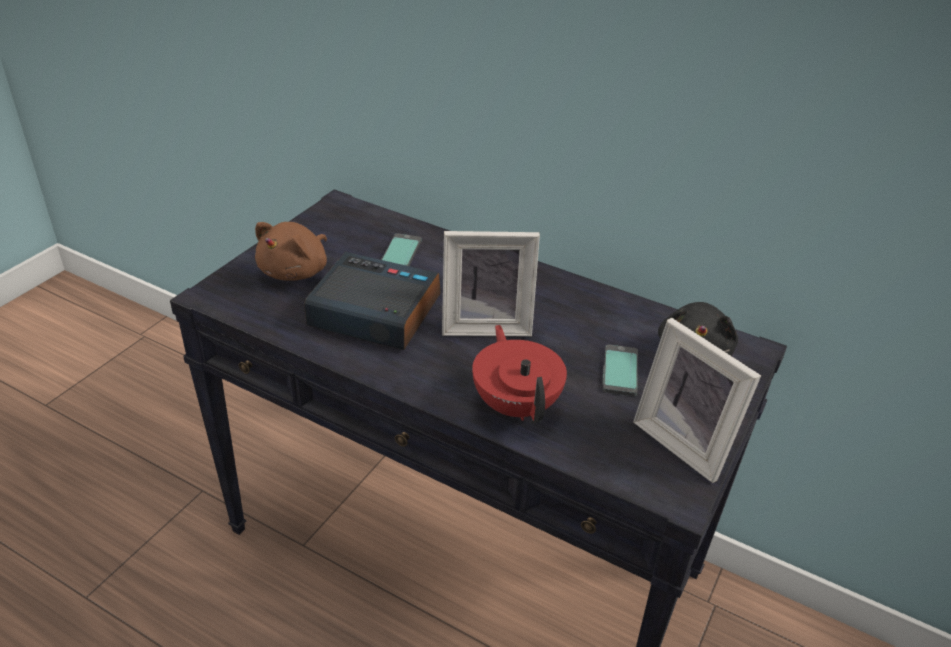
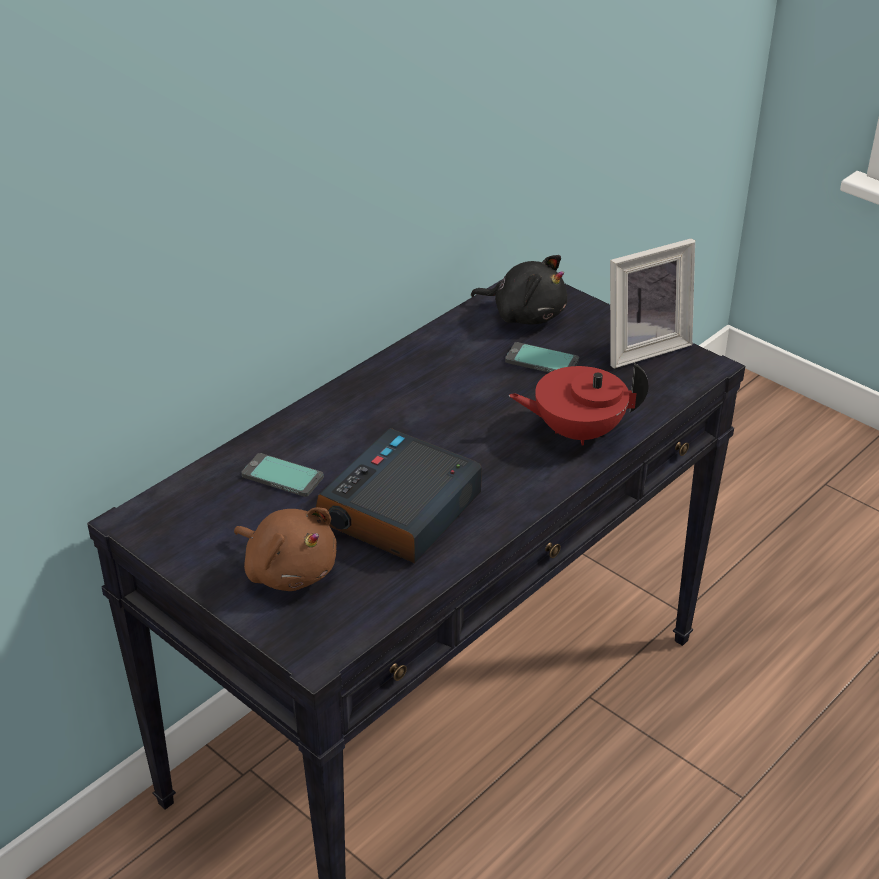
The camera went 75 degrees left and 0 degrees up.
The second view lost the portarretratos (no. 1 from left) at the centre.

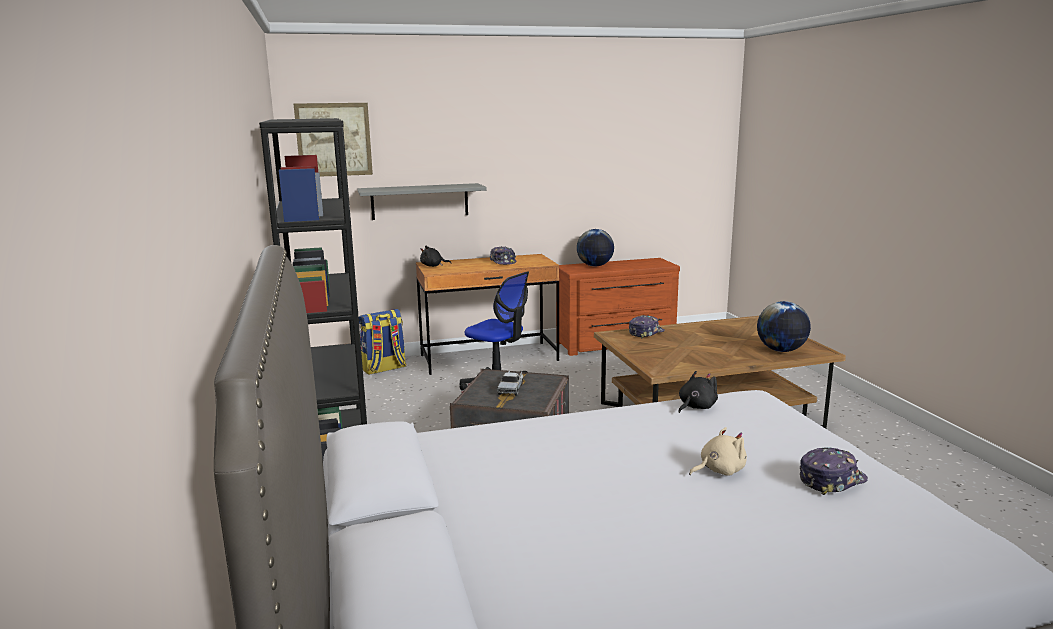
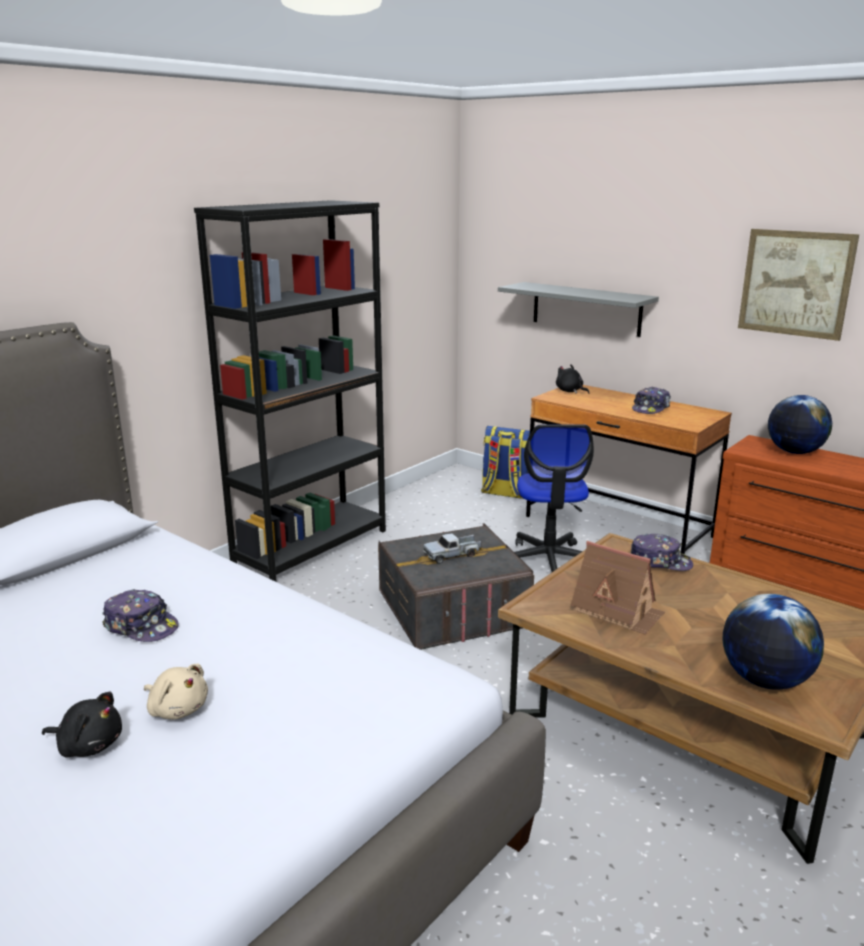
The camera went 55 degrees right and 5 degrees up.
The second view gained the casita at the middle right.
The cuadro ended up elsewhere, having gone from the top left to the top right.
The peluche [negro] (no. 2 from left in the first image) ended up elsewhere, having gone from the centre to the bottom left.
The gorra (no. 3 from left in the first image) ended up elsewhere, having gone from the bottom right to the middle left.

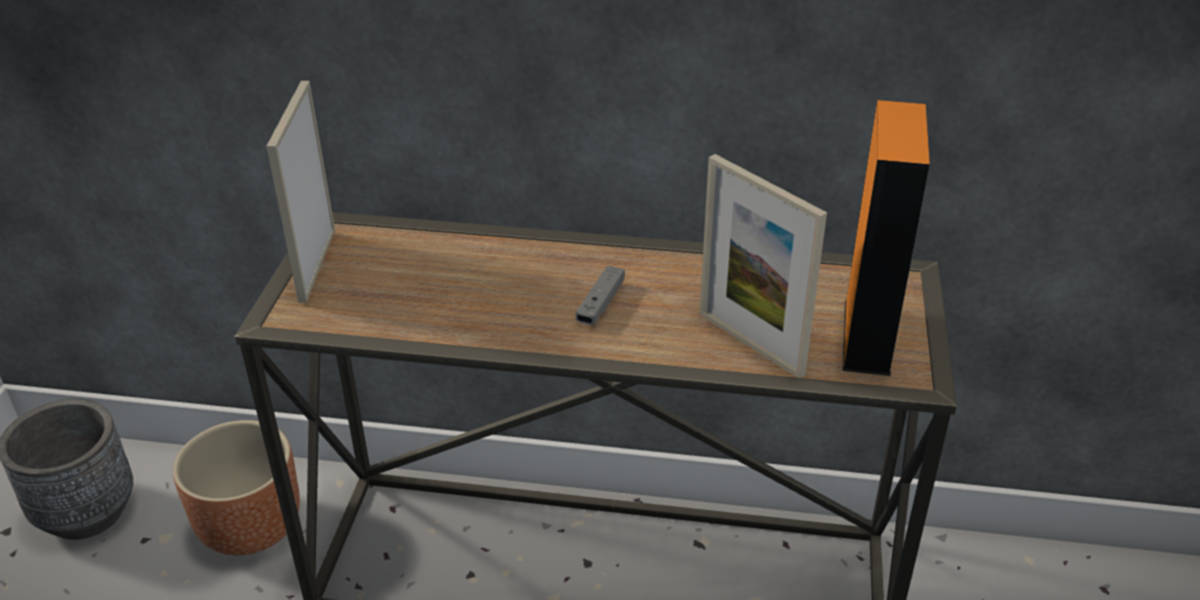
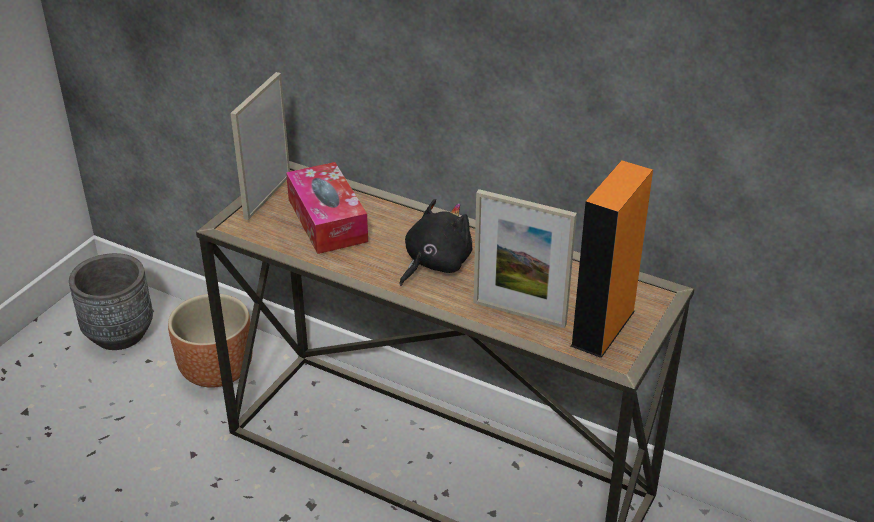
The camera went 20 degrees right and 0 degrees up.
The second view gained the caja de pañuelos at the centre.
Where the mando de consola [gris] stood at the centre, the peluche [negro] came to stand at the centre.
The portarretratos (no. 2 from left) at the centre ended up facing another way, 45 degrees counterclockwise from before.

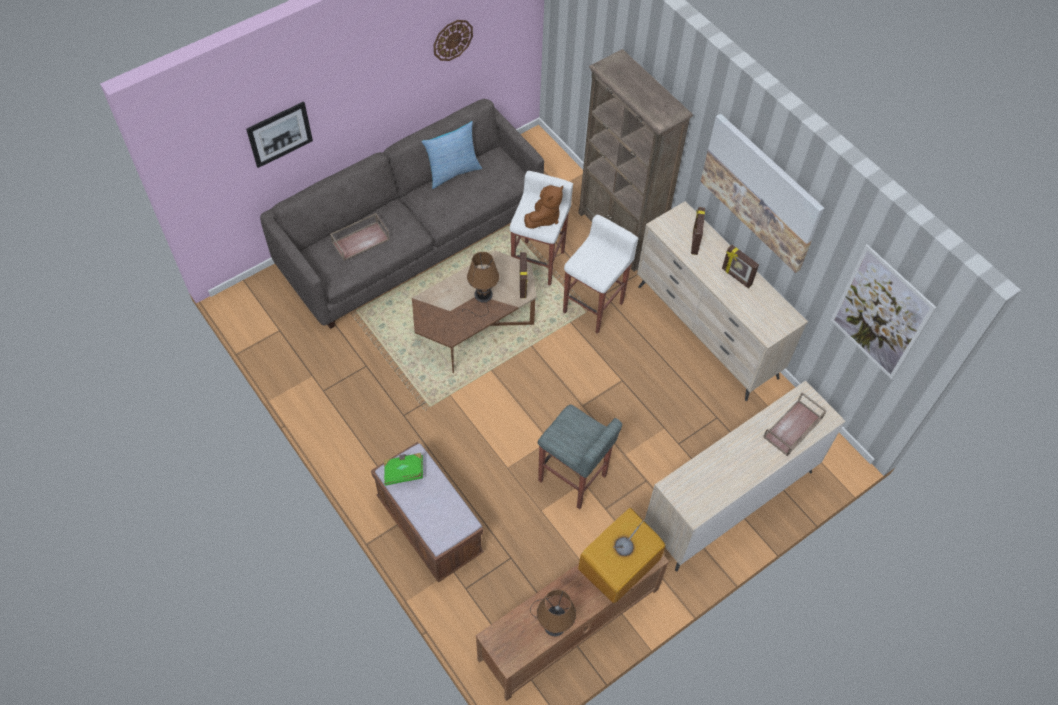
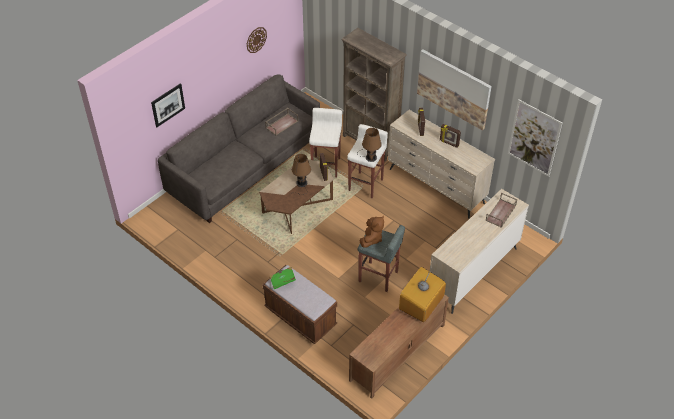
The camera went 10 degrees left and 10 degrees down.
The second view lost the cojín at the top centre.
The bandeja [marrón] (no. 1 from left) ended up elsewhere, having gone from the centre to the top centre.
The peluche [marrón] ended up elsewhere, having gone from the top centre to the centre.
The lámpara de mesa [marrón] (no. 2 from left) ended up elsewhere, having gone from the bottom centre to the centre.

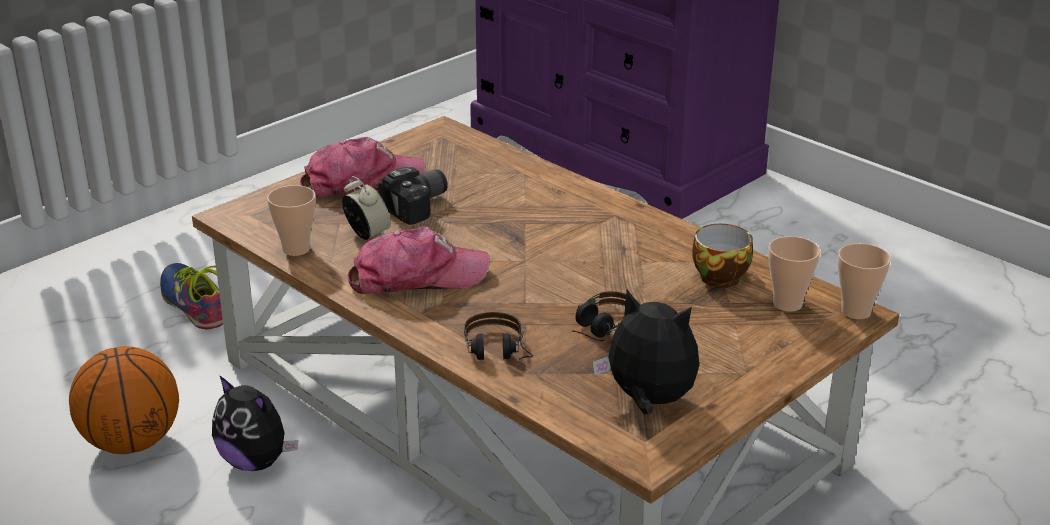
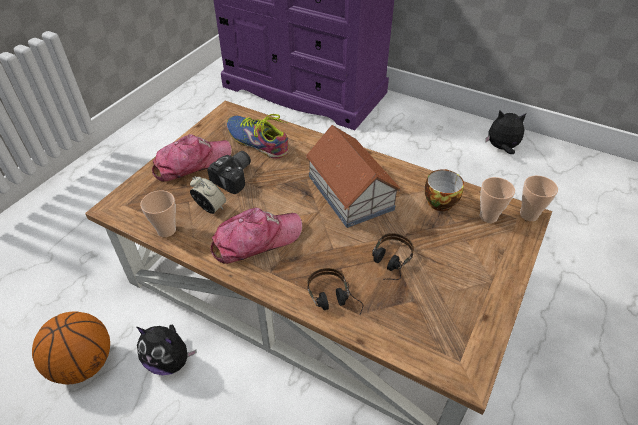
The camera went 15 degrees left and 15 degrees up.
The second view gained the casita at the centre.
The zapato ended up elsewhere, having gone from the middle left to the top centre.
The peluche (no. 2 from left) ended up elsewhere, having gone from the bottom centre to the top right.

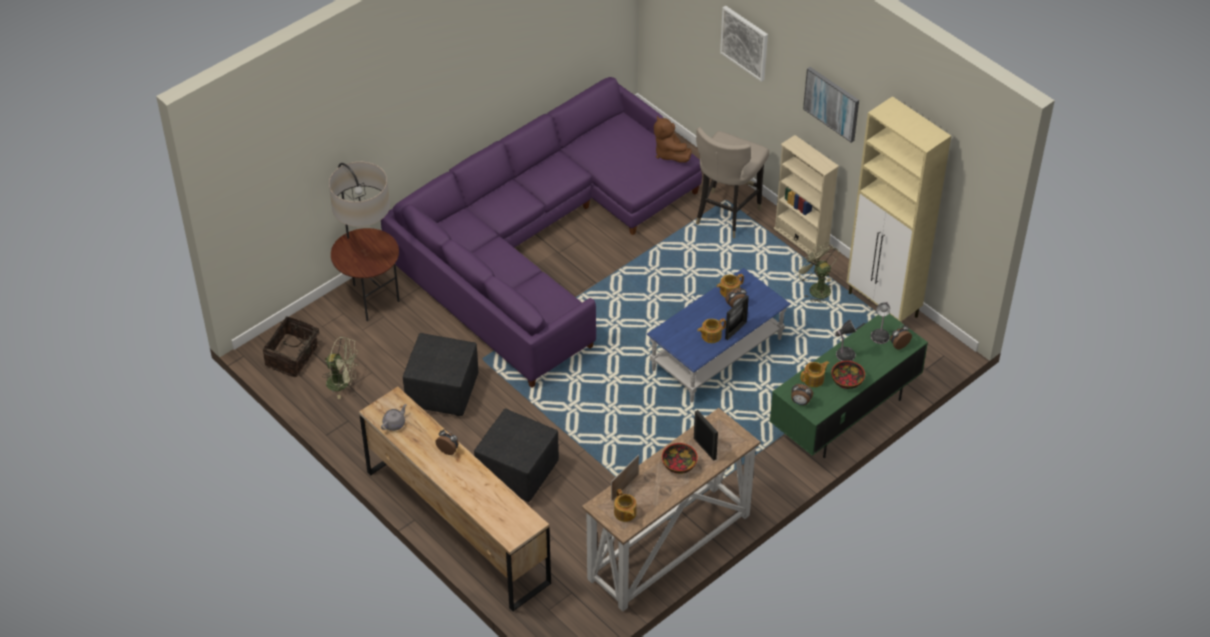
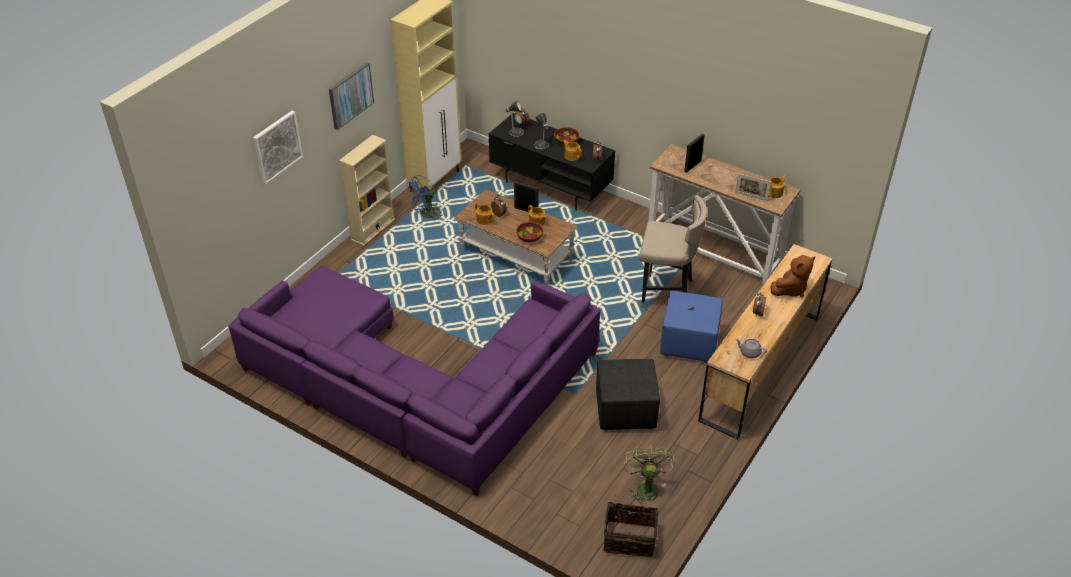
The camera went 105 degrees left and 5 degrees down.
The second view lost the lámpara de pie at the middle left.
The peluche [marrón] ended up elsewhere, having gone from the top centre to the middle right.
The cuenco (no. 1 from left) ended up elsewhere, having gone from the bottom centre to the centre.
The taburete [beis] ended up elsewhere, having gone from the top centre to the centre.
What was the puf [negro] (no. 2 from left) at the bottom centre turned into the puf [azul] at the centre.
What was the mesa de centro [azul] at the centre turned into the mesa de centro [marrón] at the centre.
What was the mueble de televisión [verde] at the middle right turned into the mueble de televisión [negro] at the top centre.
What was the ventilador [verde] (no. 2 from left) at the middle right turned into the ventilador [azul] at the centre.

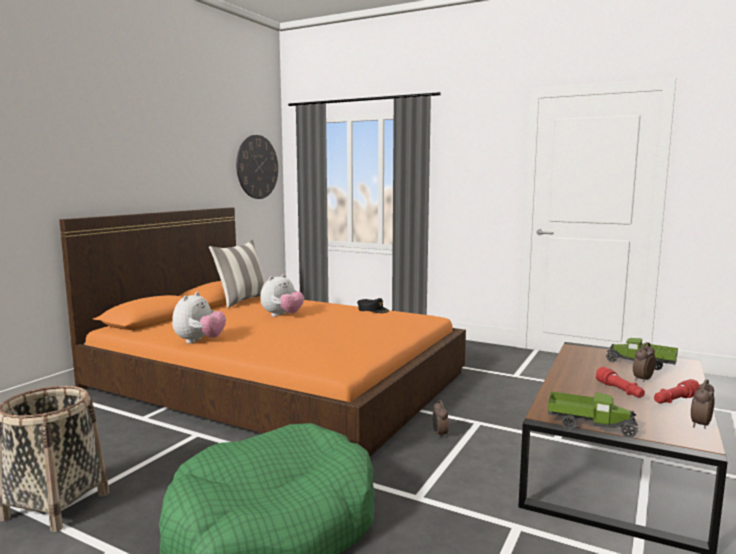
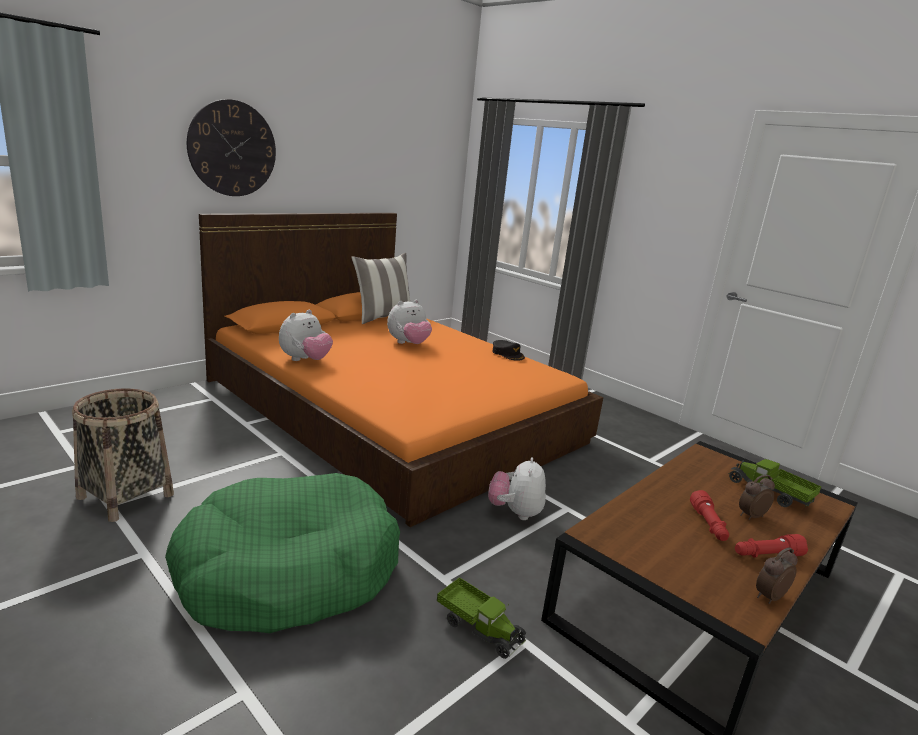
The camera went 15 degrees right and 10 degrees up.
The reloj de pared ended up elsewhere, having gone from the top centre to the top left.
The camión de juguete (no. 1 from left) ended up elsewhere, having gone from the bottom right to the bottom centre.
Where the despertador (no. 1 from left) stood at the bottom centre, the peluche (no. 3 from left) came to stand at the centre.

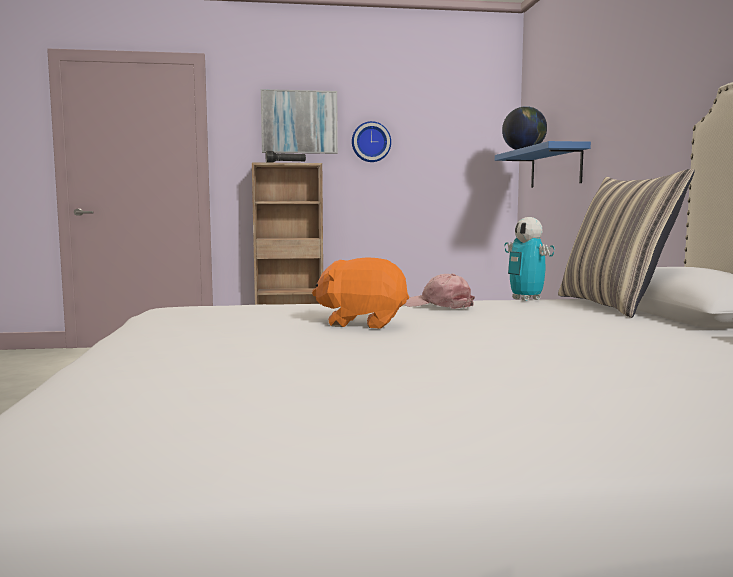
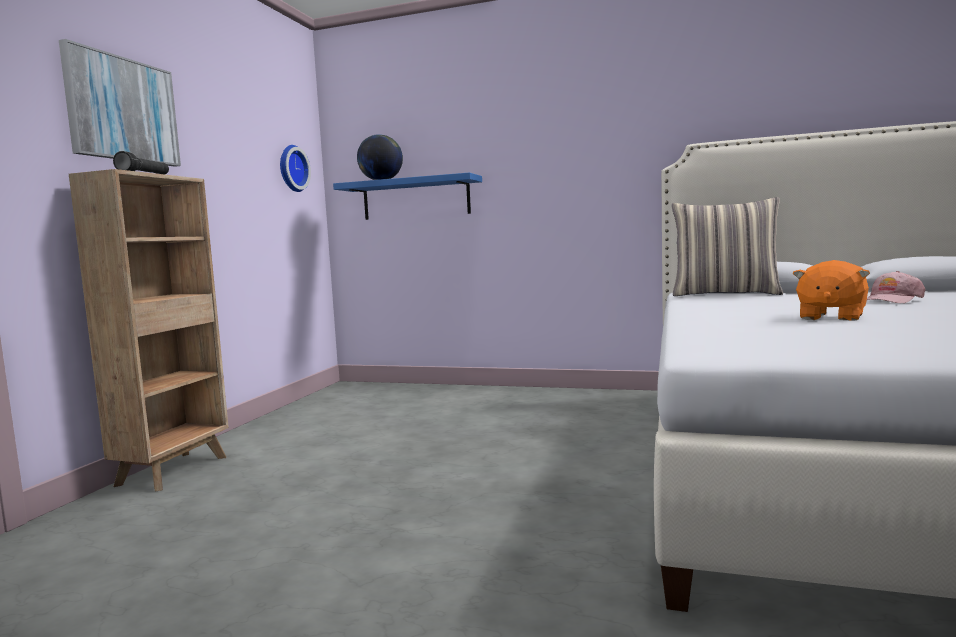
The camera went 65 degrees left and 0 degrees up.
The second view lost the robot de juguete at the middle right.
The reloj de pared ended up elsewhere, having gone from the top centre to the top left.
The gorra [rosa] ended up elsewhere, having gone from the centre to the middle right.

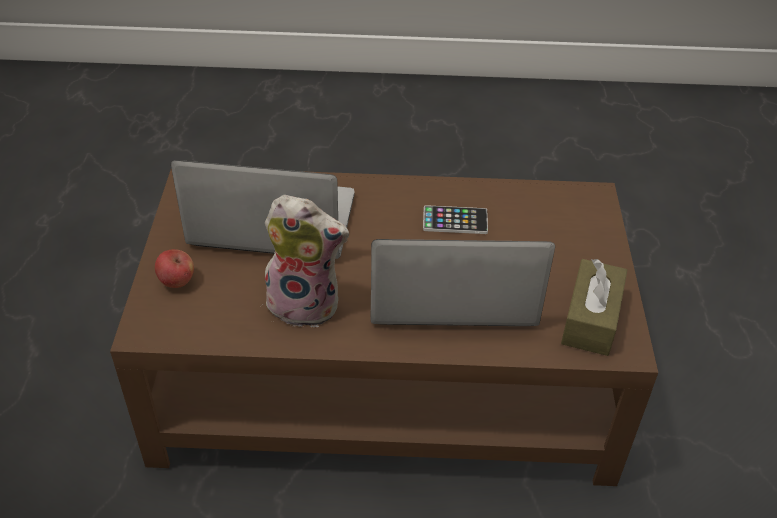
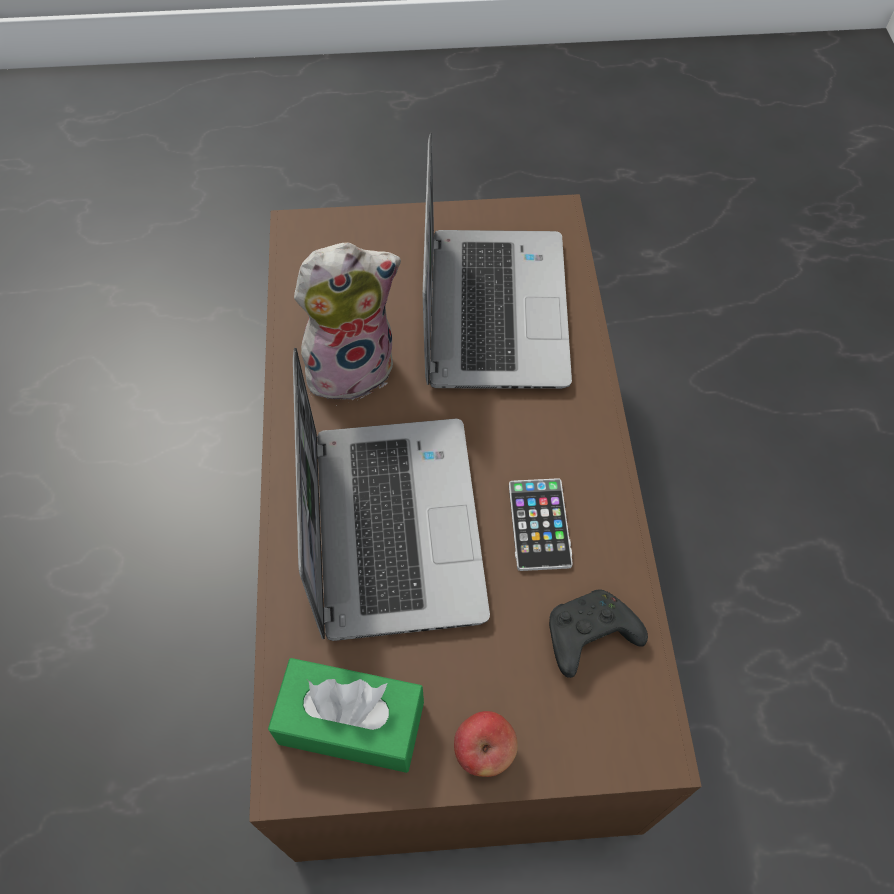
The camera went 85 degrees right and 15 degrees up.
The second view gained the mando de consola [negro] at the bottom right.
The manzana ended up elsewhere, having gone from the middle left to the bottom centre.
What was the caja de pañuelos [marrón] at the middle right turned into the caja de pañuelos [verde] at the bottom centre.
The peluche at the centre ended up facing another way, 120 degrees counterclockwise from before.

